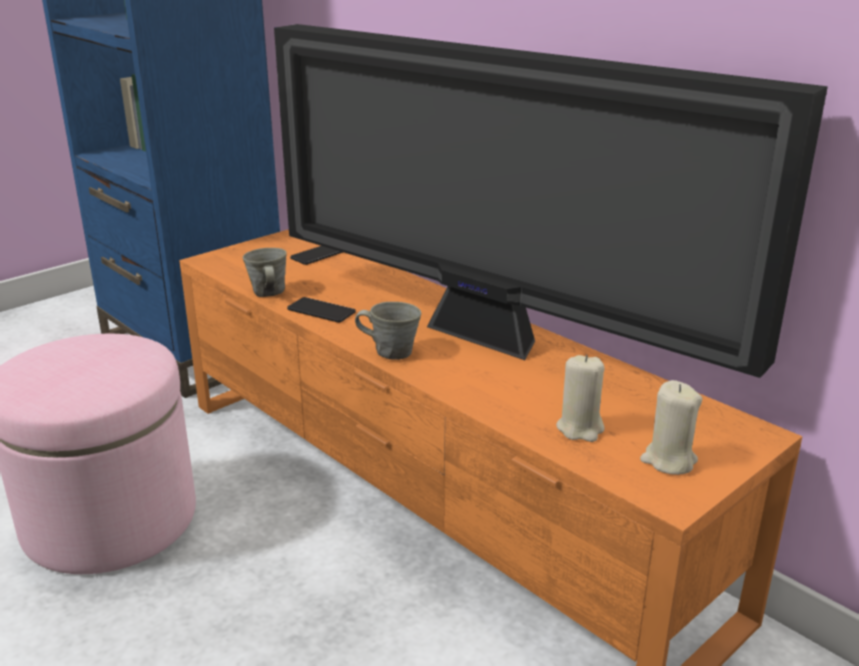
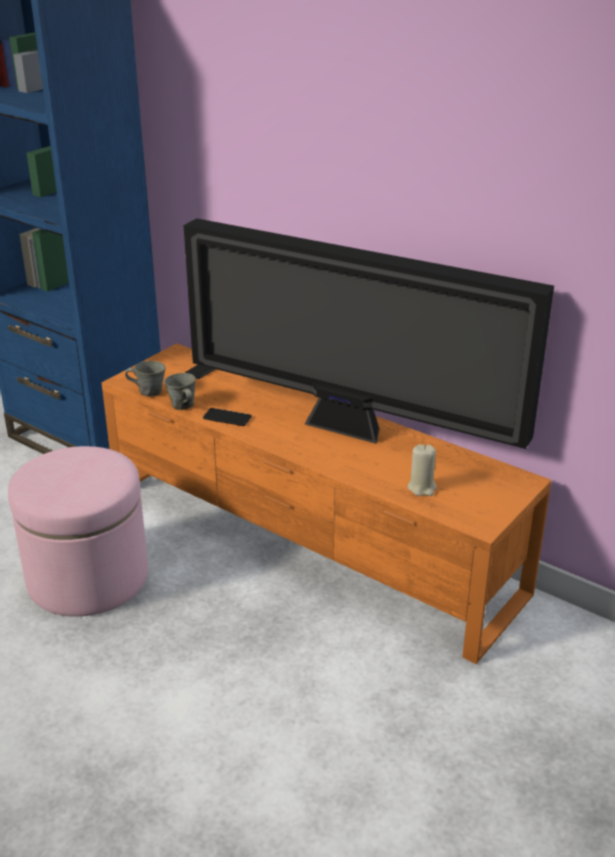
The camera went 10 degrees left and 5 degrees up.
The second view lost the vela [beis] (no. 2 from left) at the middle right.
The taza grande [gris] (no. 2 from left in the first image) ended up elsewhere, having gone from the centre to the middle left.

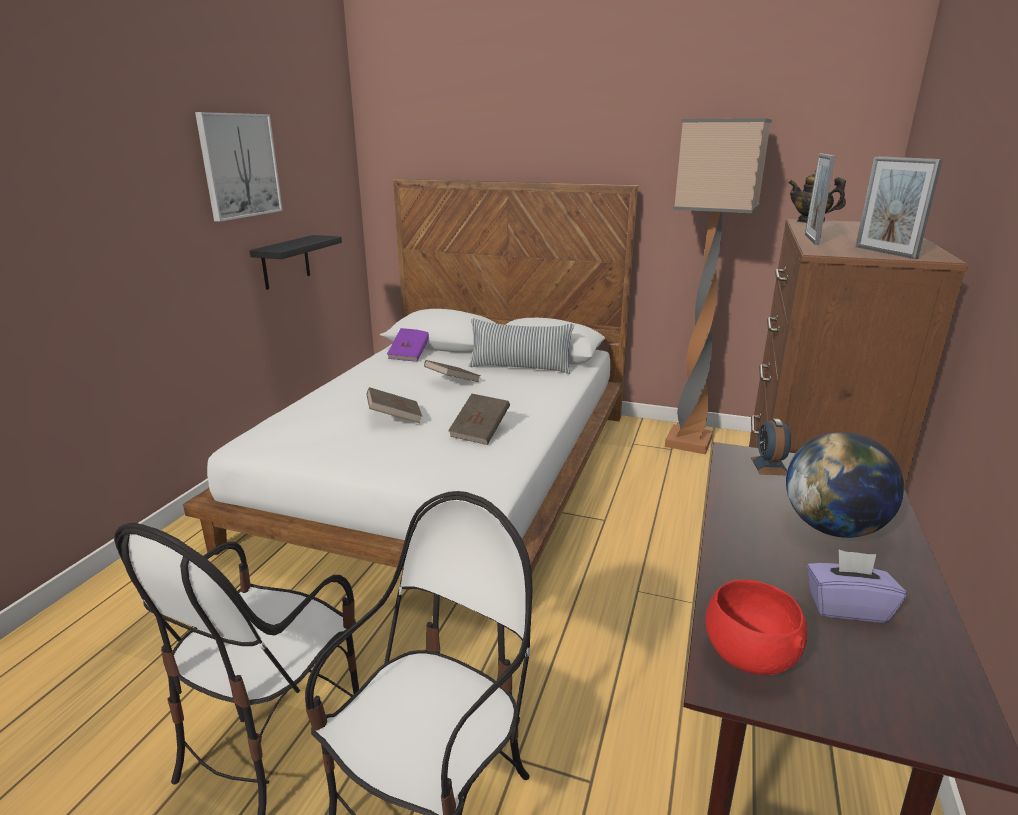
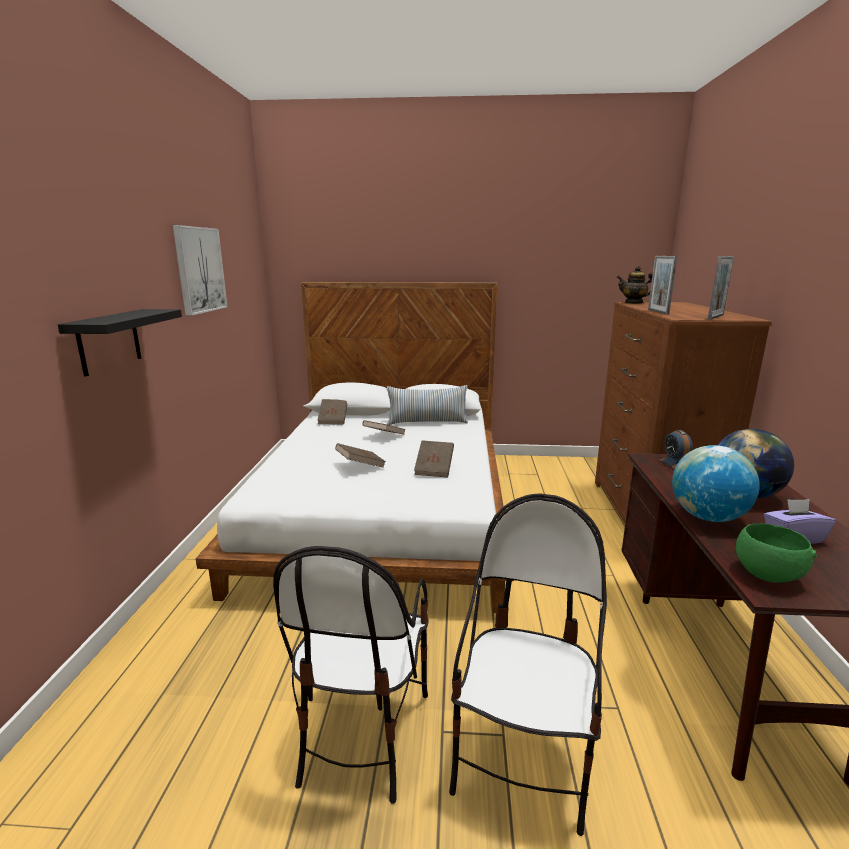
The camera went 15 degrees left and 5 degrees down.
The second view lost the lámpara de pie at the middle right.
The second view gained the globo terráqueo (no. 1 from left) at the middle right.
The estante [negro] ended up elsewhere, having gone from the top left to the middle left.
What was the libro [morado] at the centre turned into the libro [marrón] (no. 1 from left) at the centre.
What was the cuenco [rojo] at the bottom right turned into the cuenco [verde] at the middle right.
The portarretratos (no. 2 from left) at the top right ended up facing another way, 105 degrees counterclockwise from before.

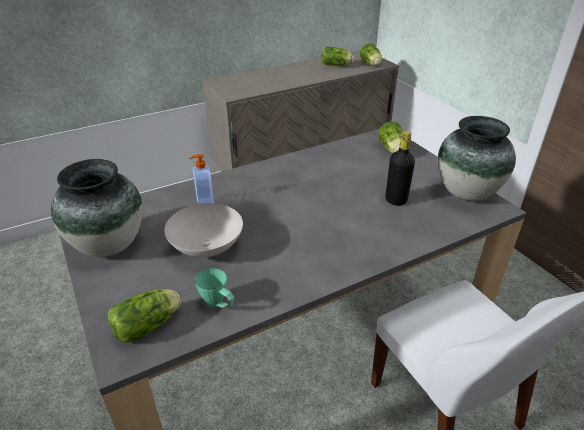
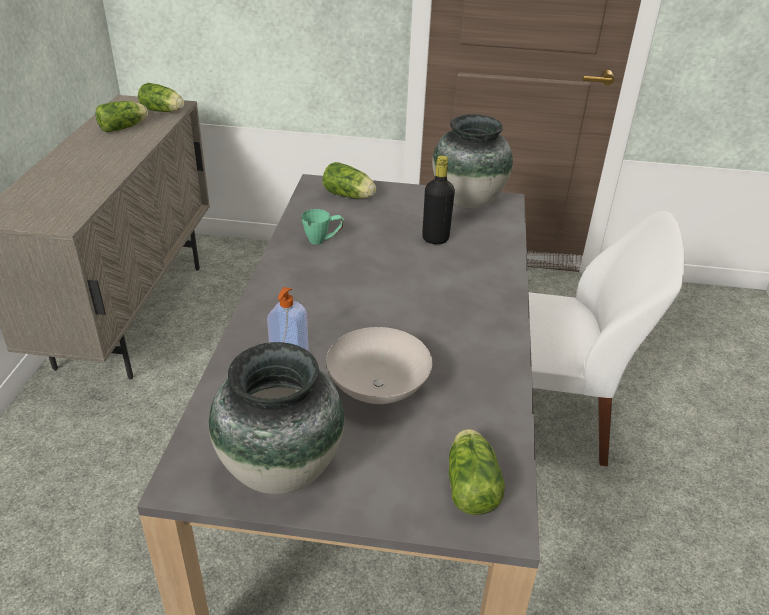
The camera went 55 degrees left and 0 degrees up.
The taza grande [verde] ended up elsewhere, having gone from the bottom centre to the centre.

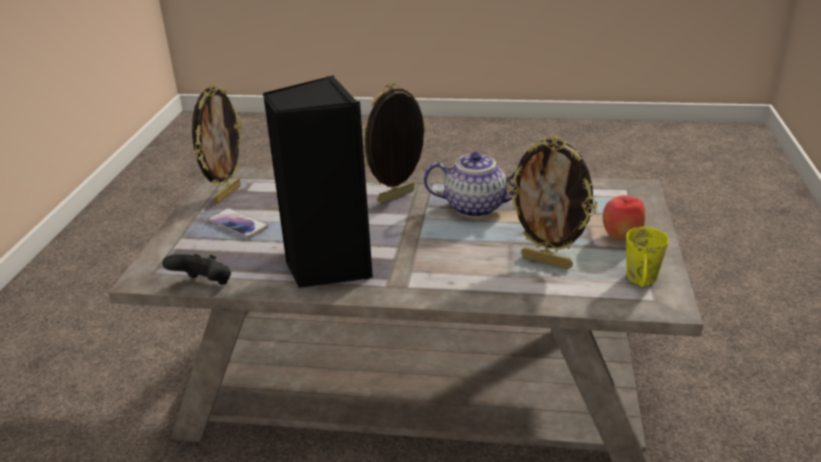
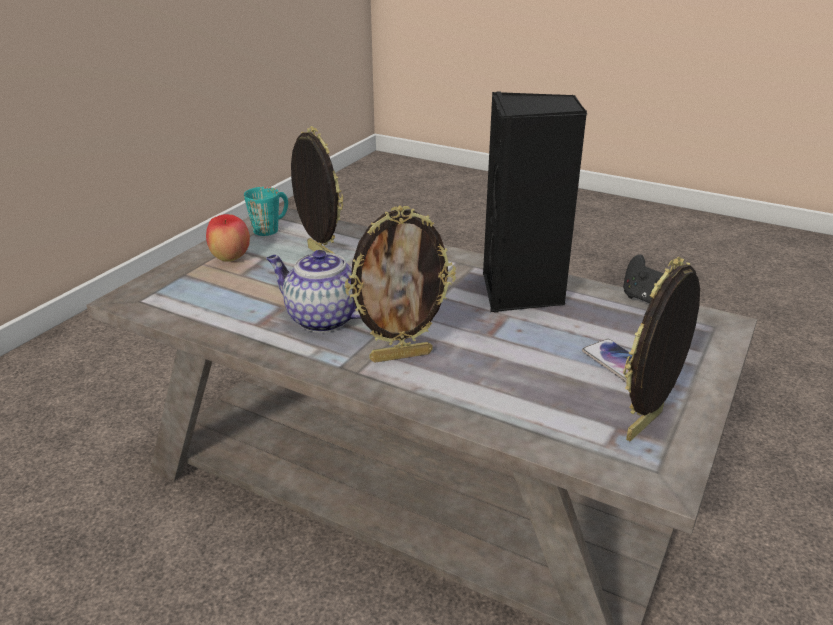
The camera went 160 degrees left and 0 degrees up.
What was the taza grande [amarillo] at the middle right turned into the taza grande [turquesa] at the middle left.

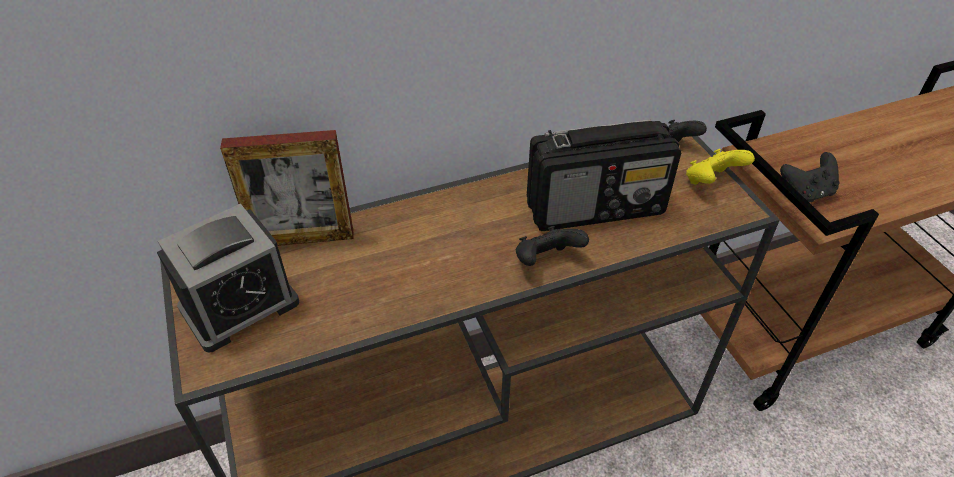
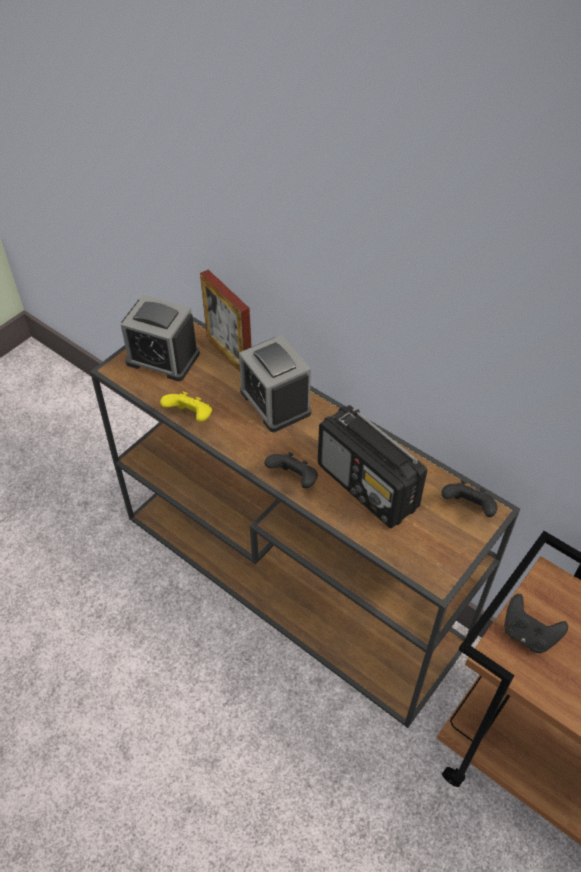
The camera went 60 degrees right and 5 degrees up.
The second view gained the despertador (no. 2 from left) at the centre.
The mando de consola [amarillo] ended up elsewhere, having gone from the middle right to the middle left.

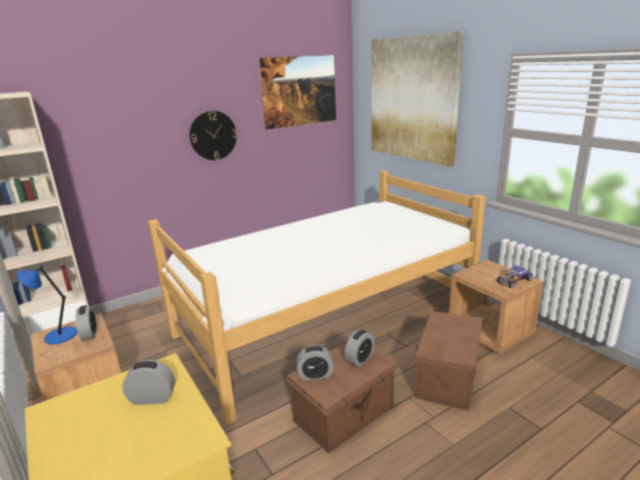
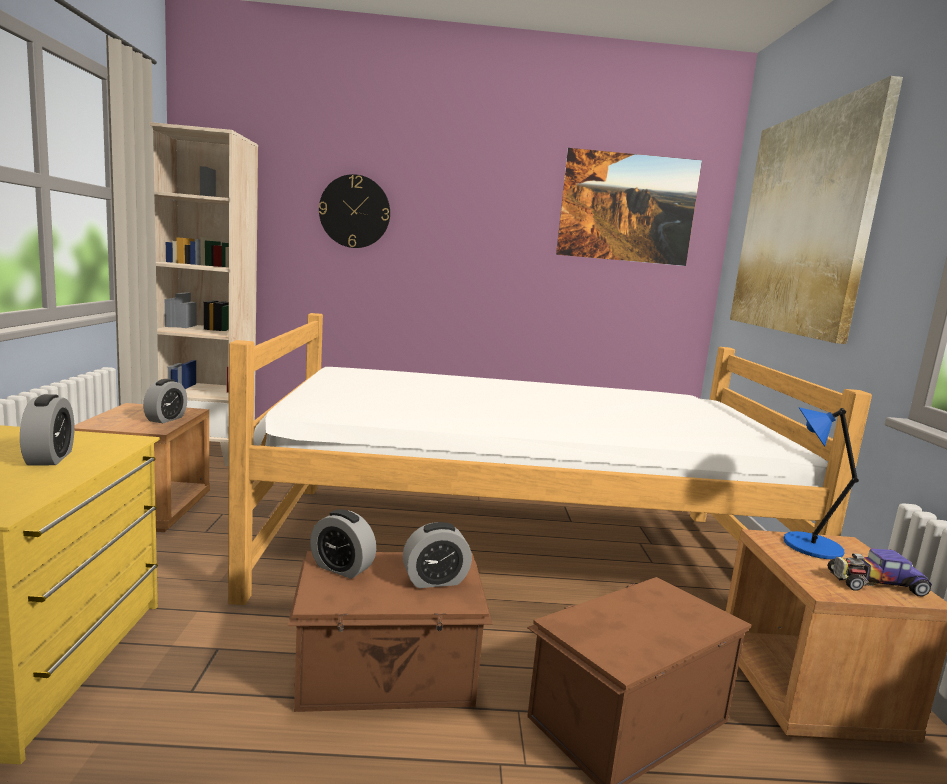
The camera went 30 degrees right and 10 degrees down.
The lámpara de mesa [azul] ended up elsewhere, having gone from the middle left to the middle right.
The reloj de pared ended up elsewhere, having gone from the top left to the top centre.
The despertador (no. 2 from left in the first image) at the bottom left ended up facing another way, 45 degrees clockwise from before.

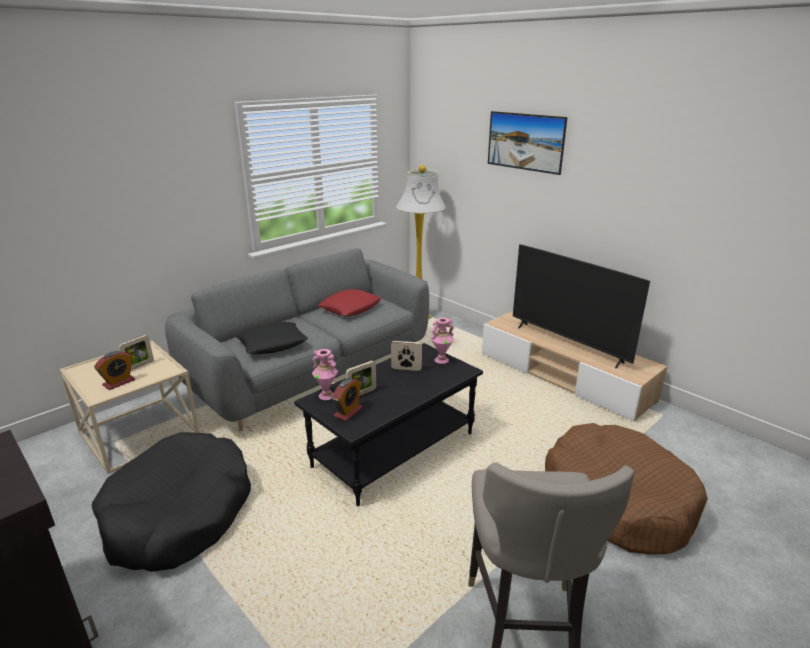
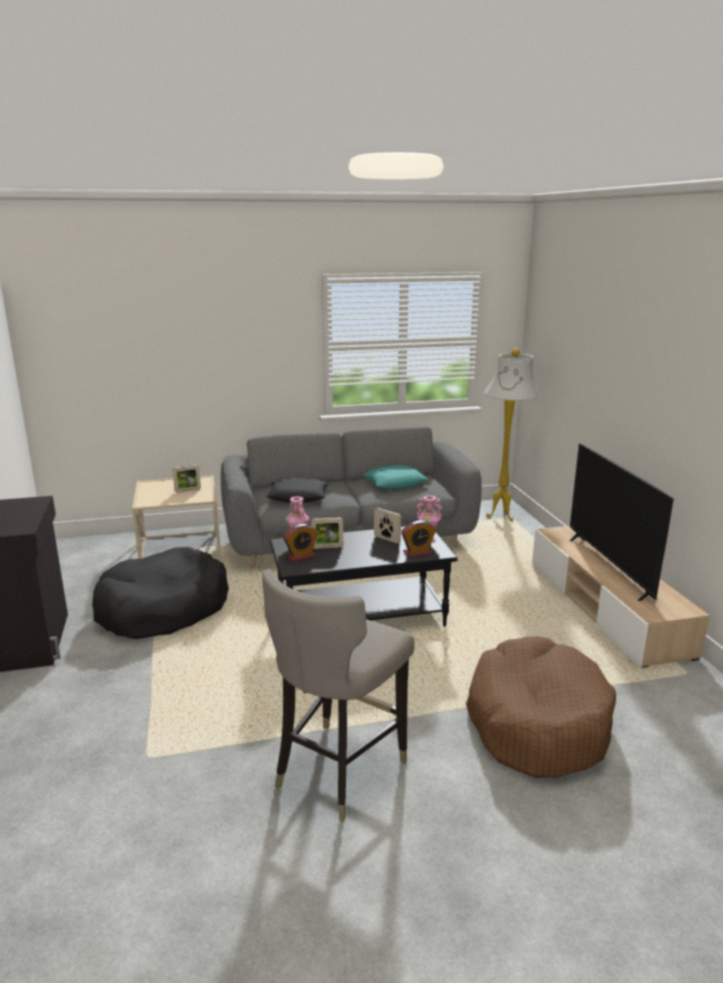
The camera went 30 degrees right and 5 degrees down.
The second view lost the cuadro at the top centre.
The despertador (no. 1 from left in the first image) ended up elsewhere, having gone from the middle left to the centre.
What was the cojín [rojo] at the centre turned into the cojín [turquesa] at the centre.

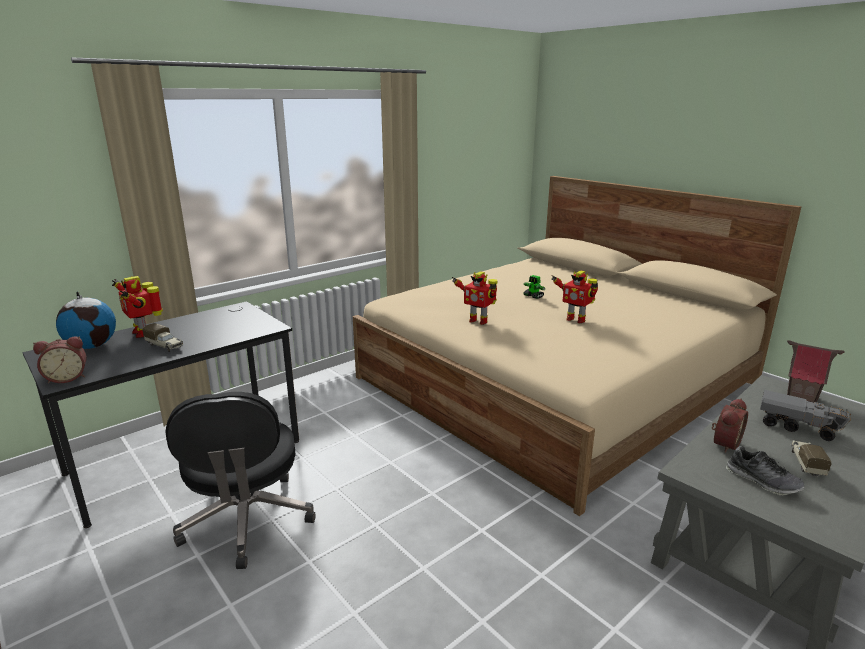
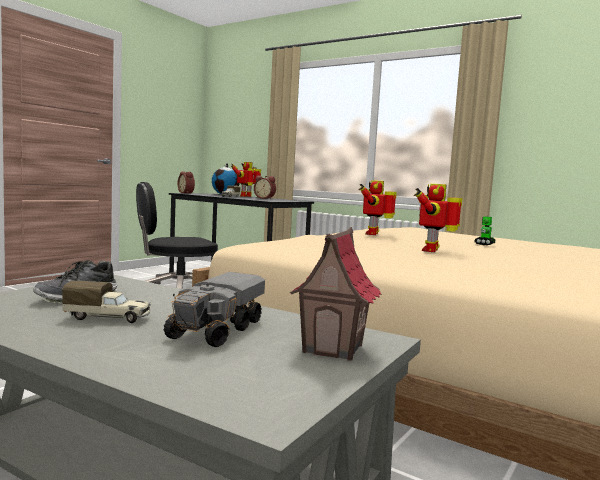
The camera went 75 degrees right and 15 degrees down.
The despertador (no. 2 from left) ended up elsewhere, having gone from the middle right to the centre.

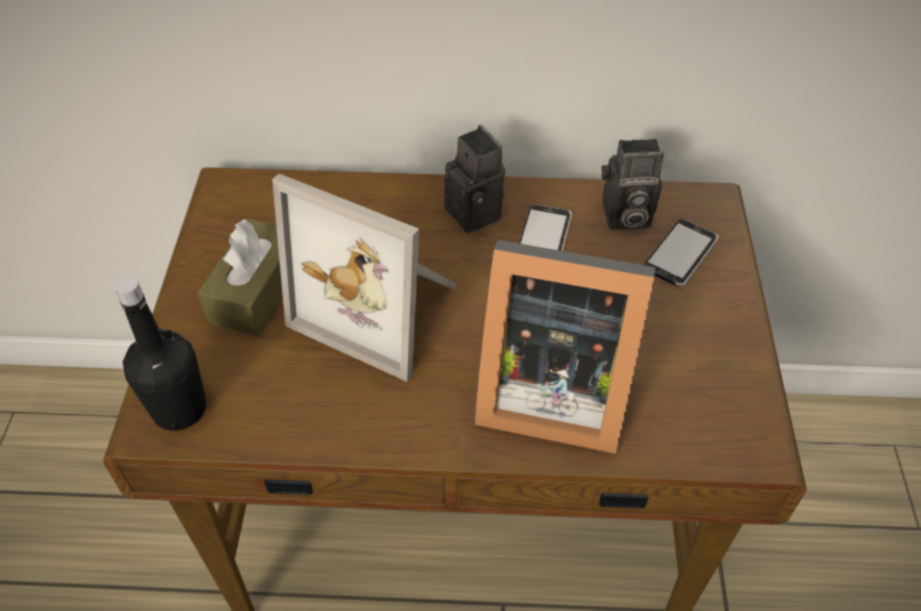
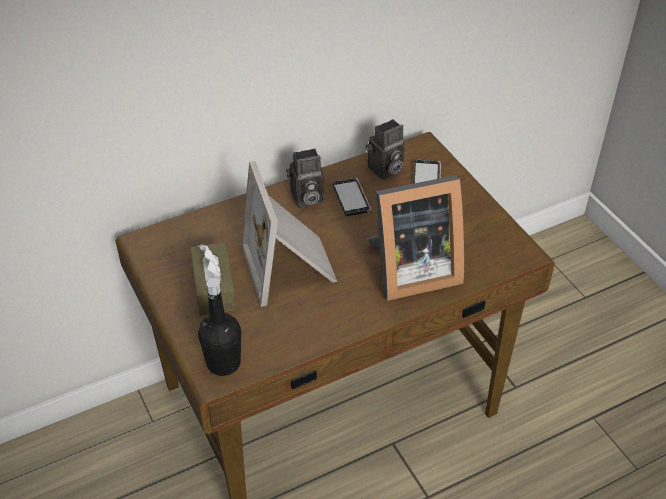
The camera went 30 degrees left and 5 degrees down.
The portarretratos (no. 1 from left) at the centre ended up facing another way, 75 degrees clockwise from before.
The cámara (no. 1 from left) at the top centre ended up facing another way, 135 degrees clockwise from before.

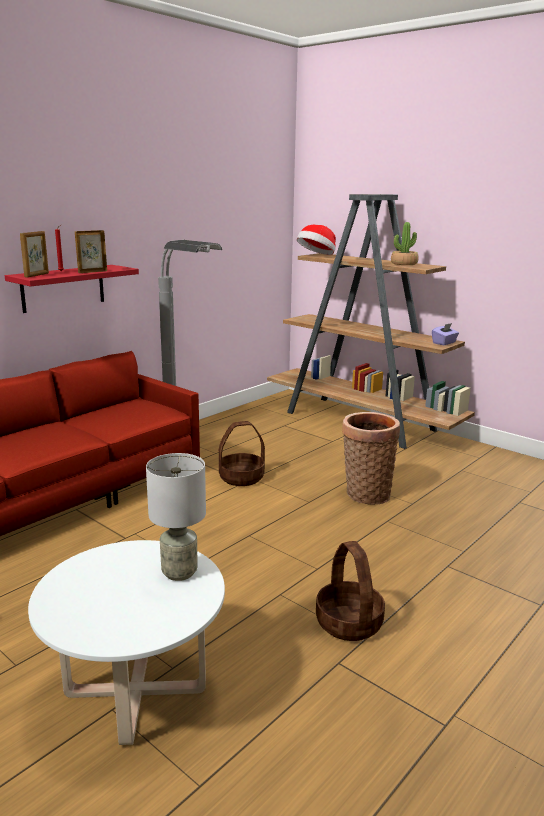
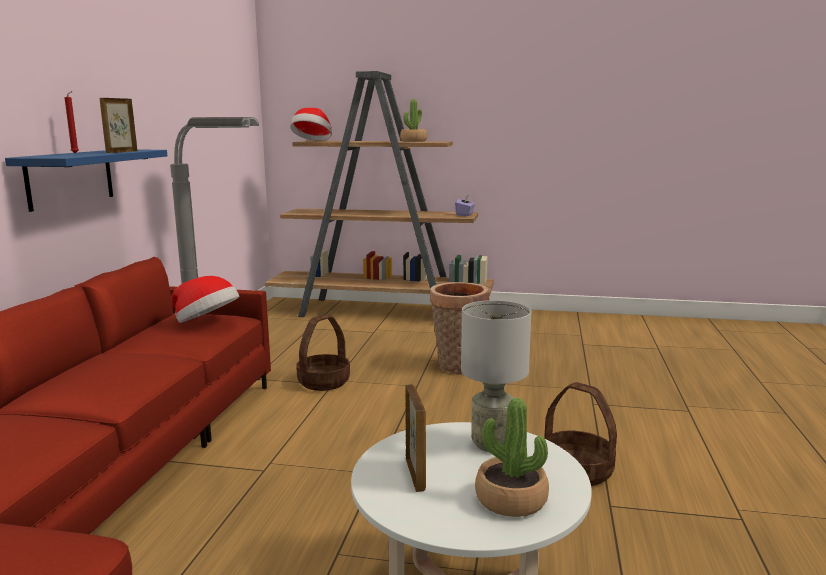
The camera went 30 degrees left and 5 degrees down.
The second view gained the sombrero (no. 1 from left) at the middle left.
The second view gained the planta en maceta (no. 2 from left) at the bottom centre.
The portarretratos (no. 1 from left in the first image) ended up elsewhere, having gone from the top left to the bottom centre.
What was the estante [rojo] at the middle left turned into the estante [azul] at the top left.

